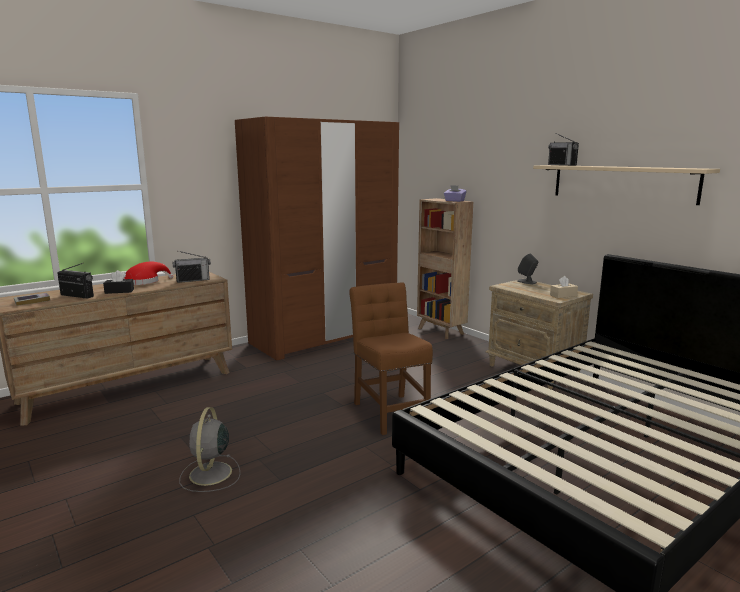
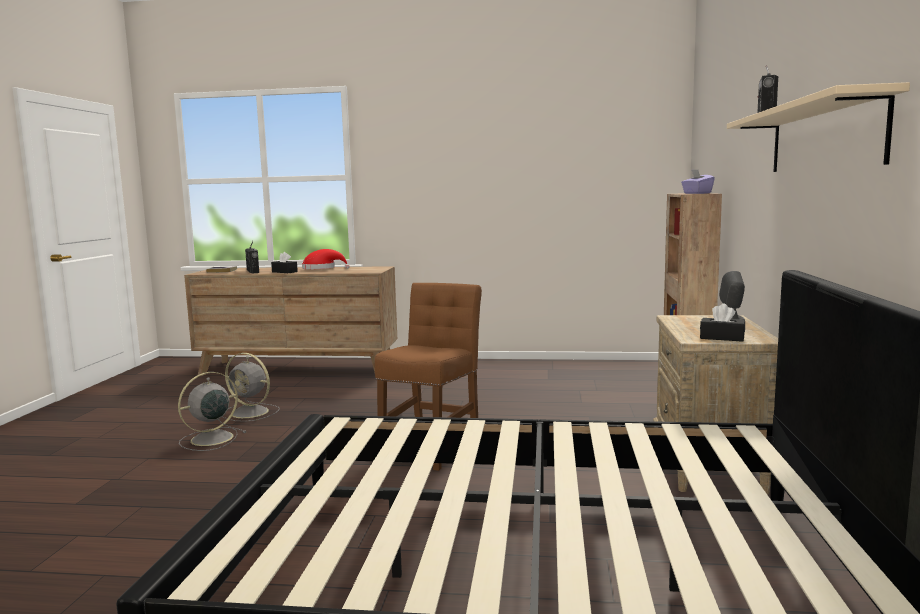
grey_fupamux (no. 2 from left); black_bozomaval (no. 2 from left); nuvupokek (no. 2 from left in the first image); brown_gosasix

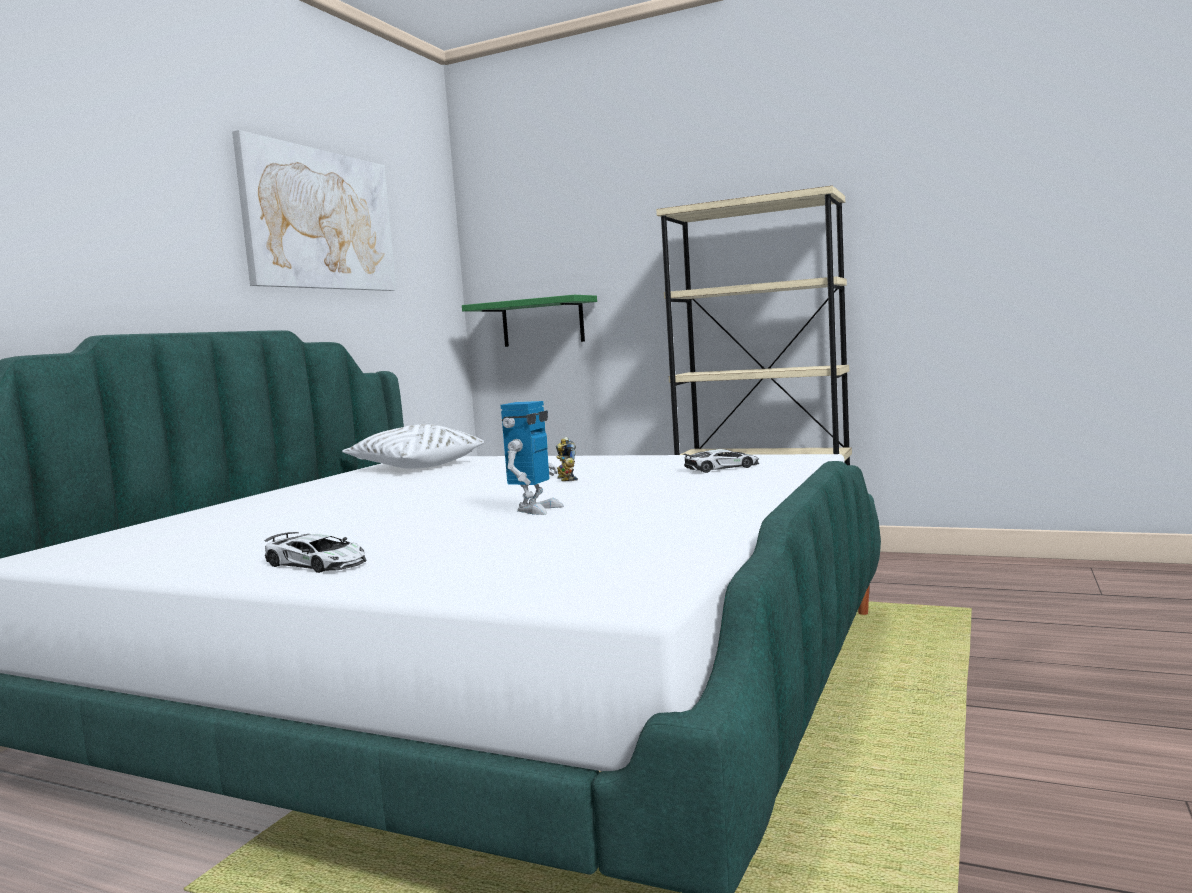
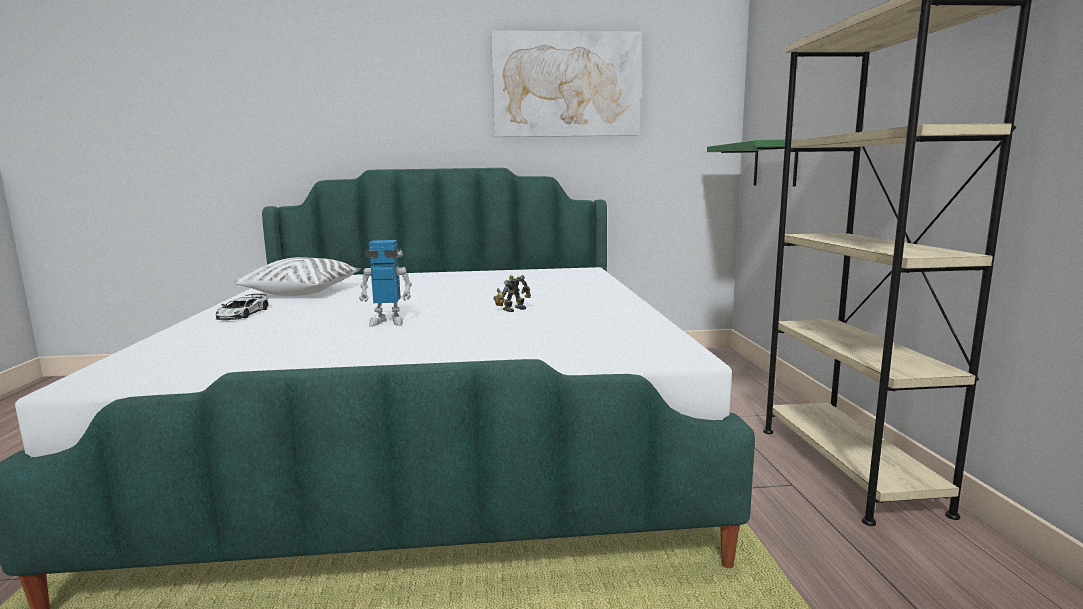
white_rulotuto; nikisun (no. 2 from left in the first image)

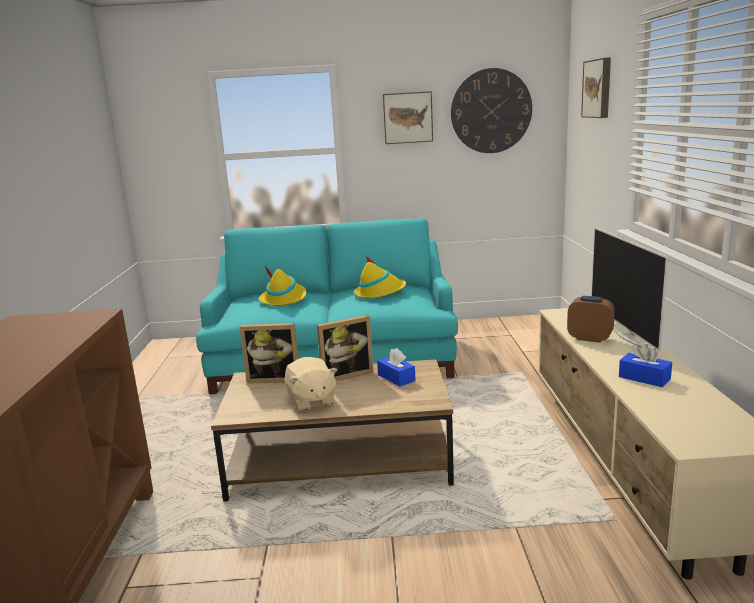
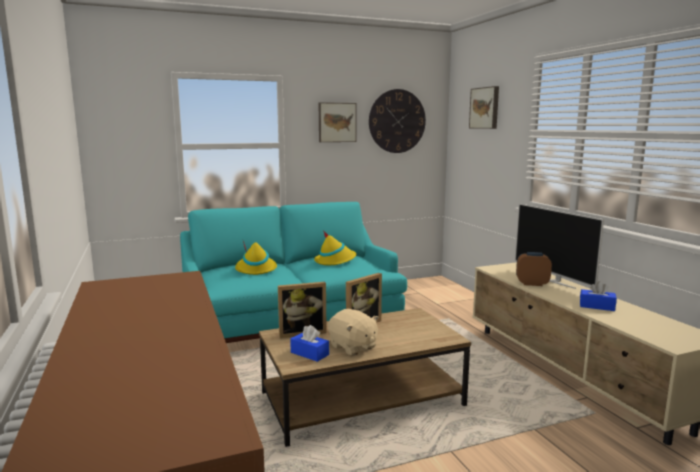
blue_bozomaval (no. 1 from left)

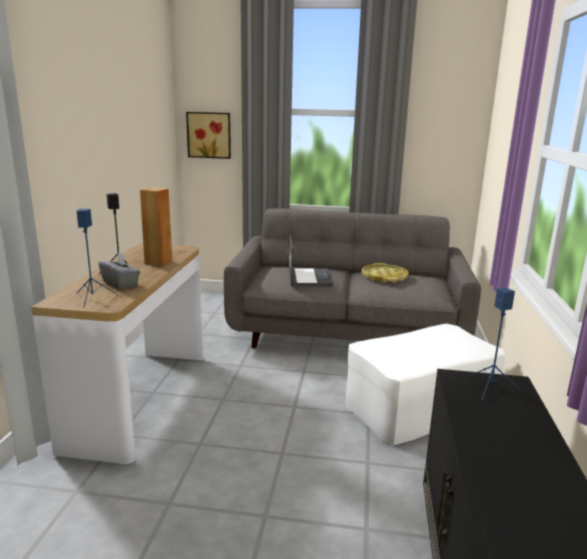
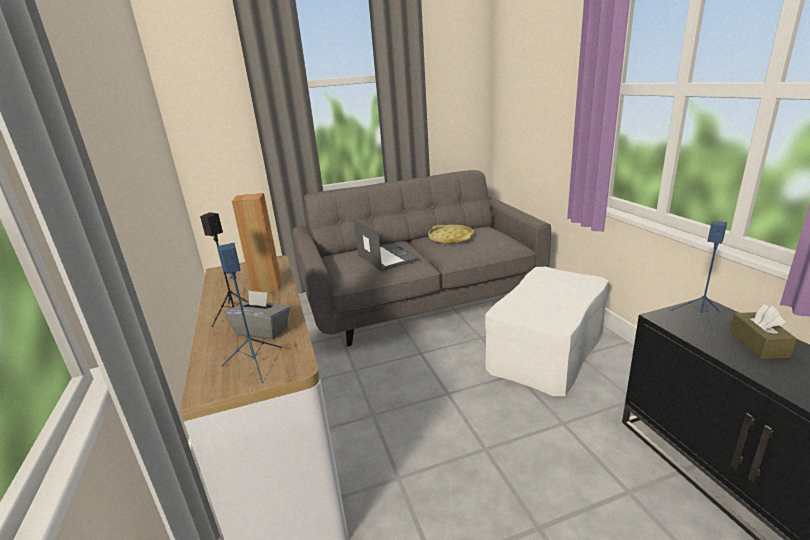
brown_bozomaval; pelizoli

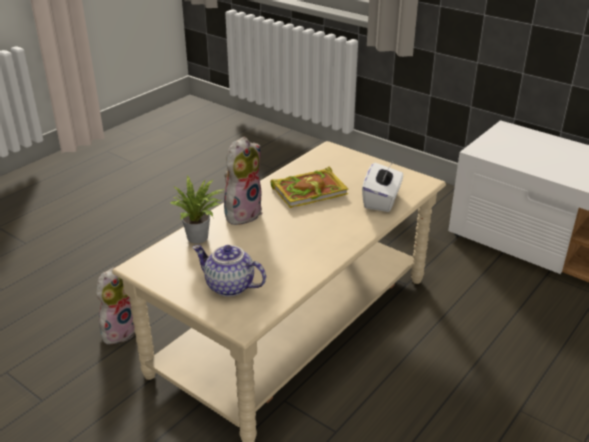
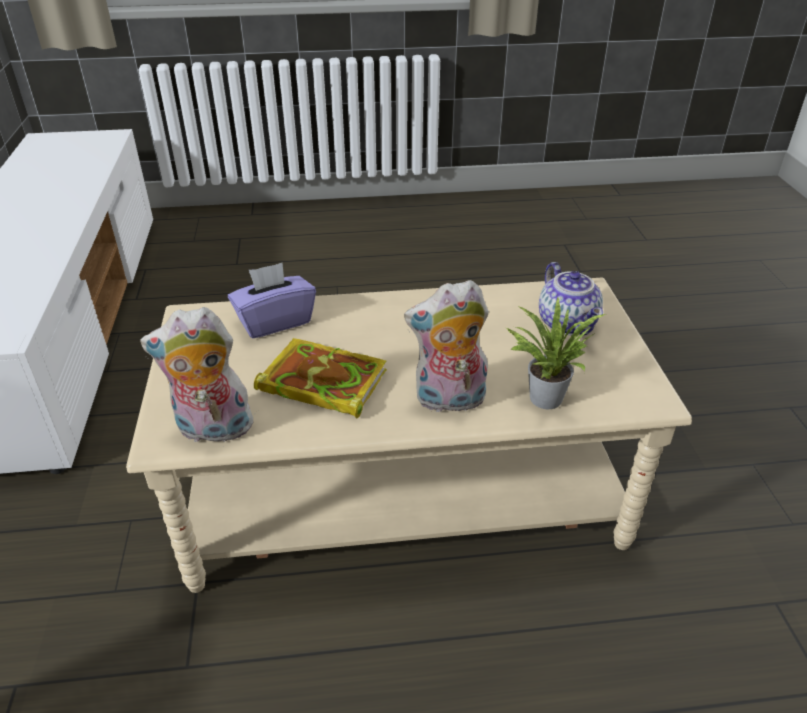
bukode (no. 1 from left); purple_bozomaval

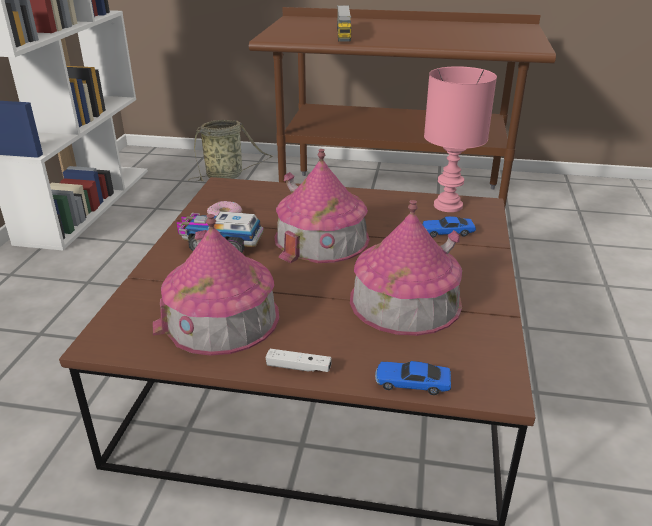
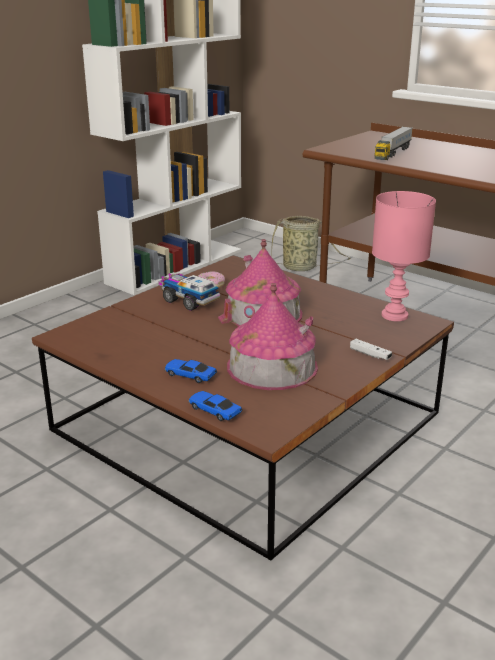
nikisun (no. 1 from left); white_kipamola; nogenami (no. 1 from left in the first image)

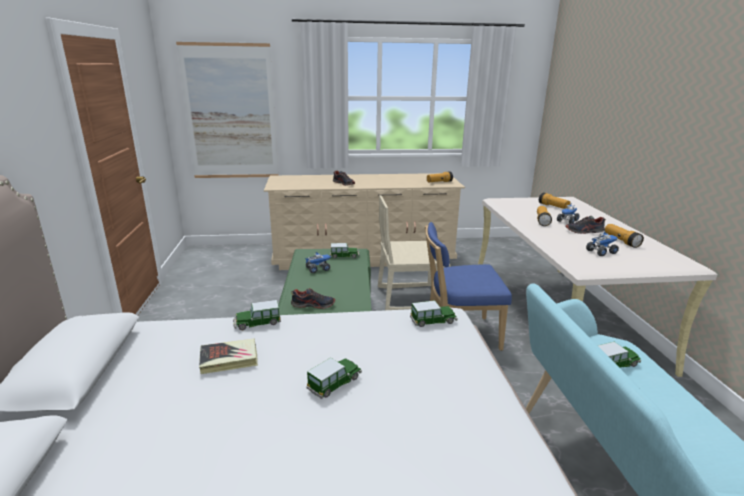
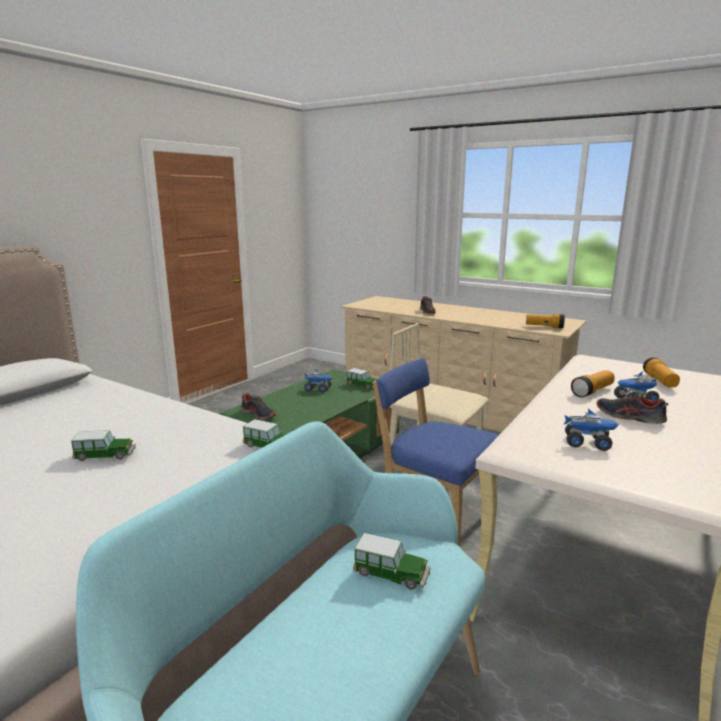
pelizoli; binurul; nikisun (no. 1 from left in the first image); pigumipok (no. 4 from left in the first image)

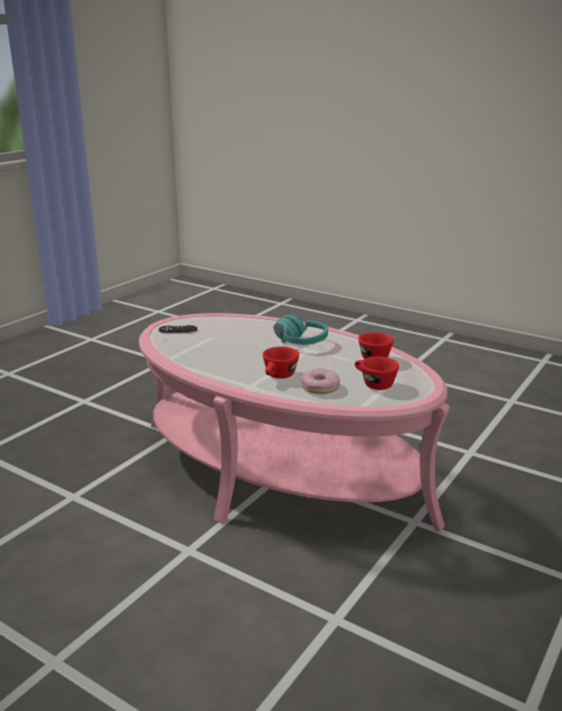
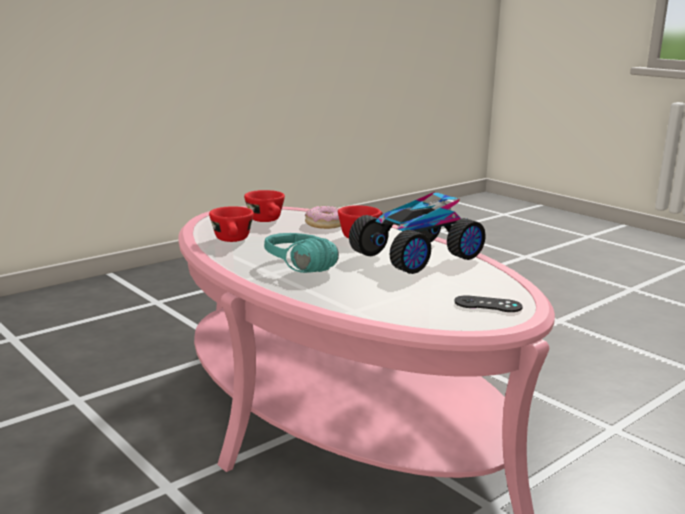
nikisun

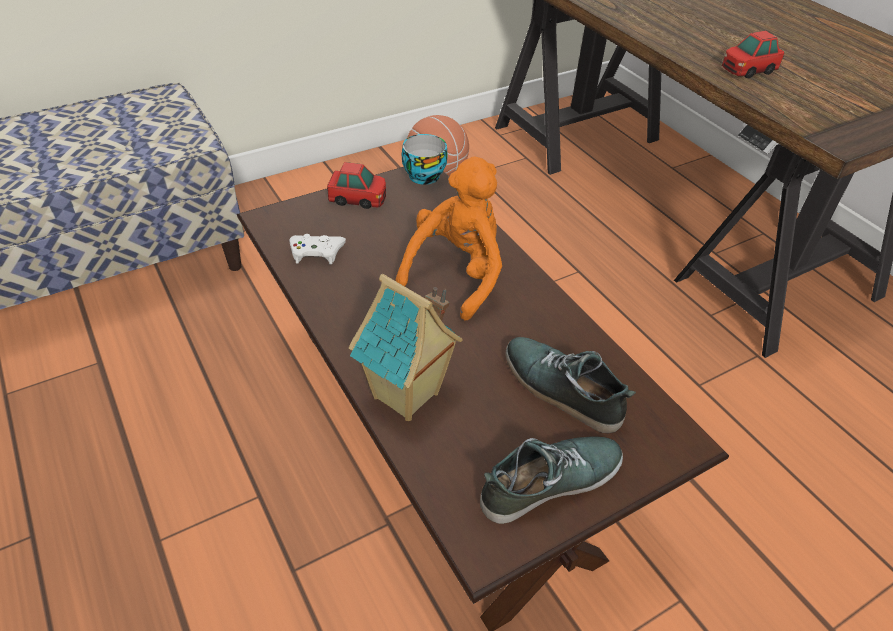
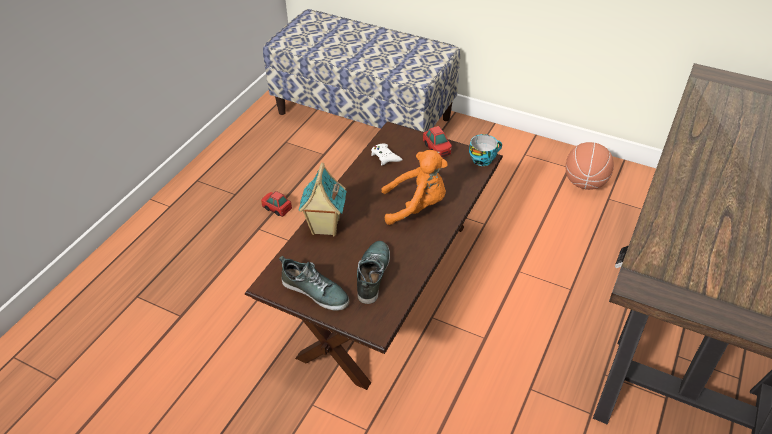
nikisun (no. 1 from left)

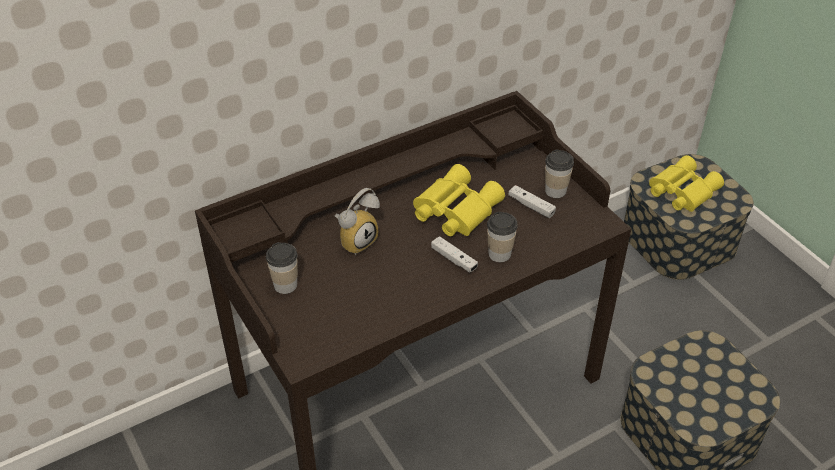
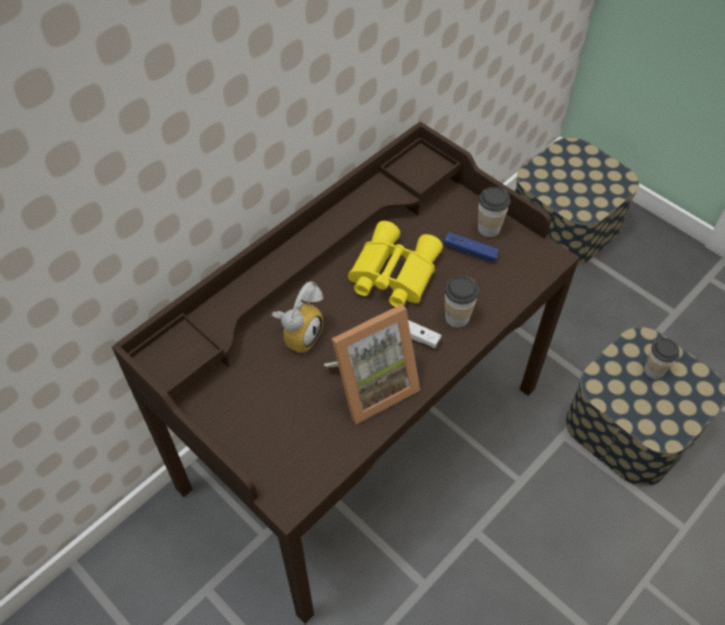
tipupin; blue_kipamola; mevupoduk (no. 3 from left); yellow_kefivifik (no. 2 from left in the first image)

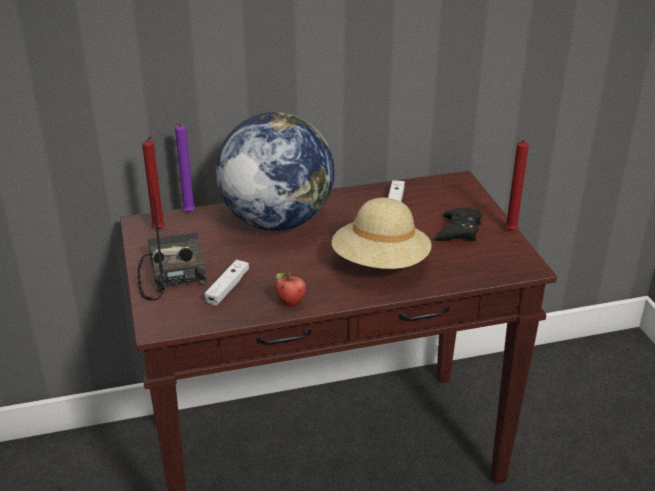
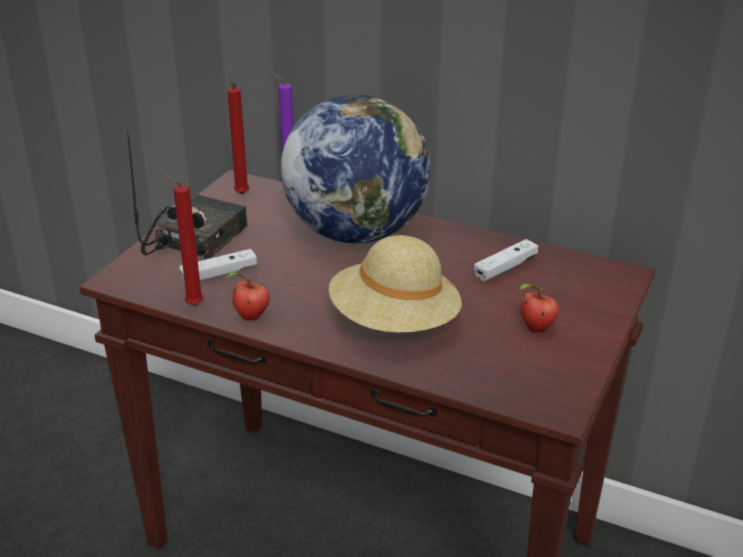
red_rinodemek (no. 1 from left); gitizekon (no. 2 from left)

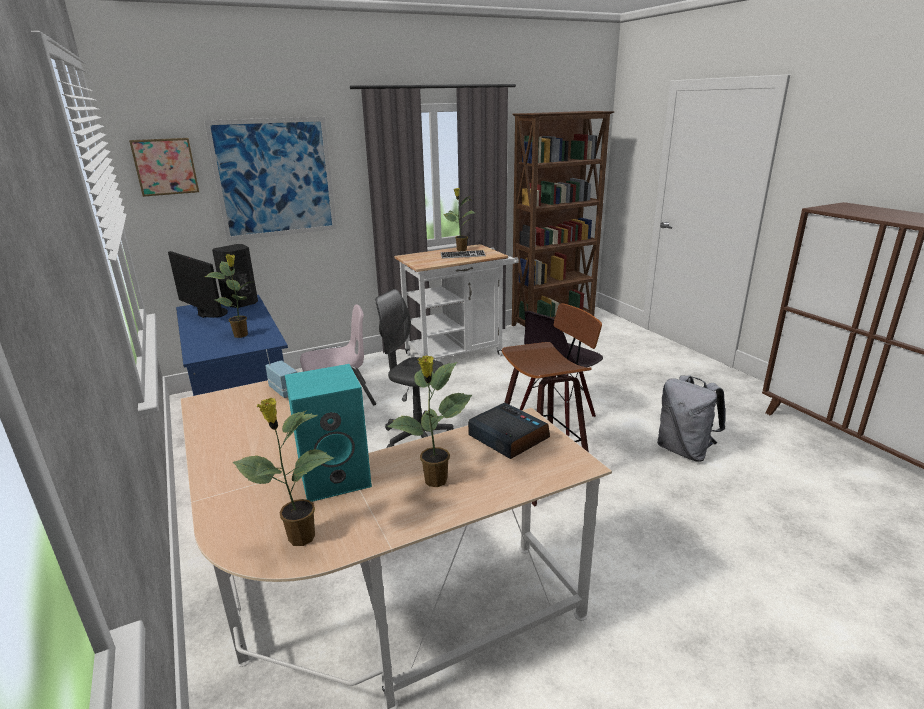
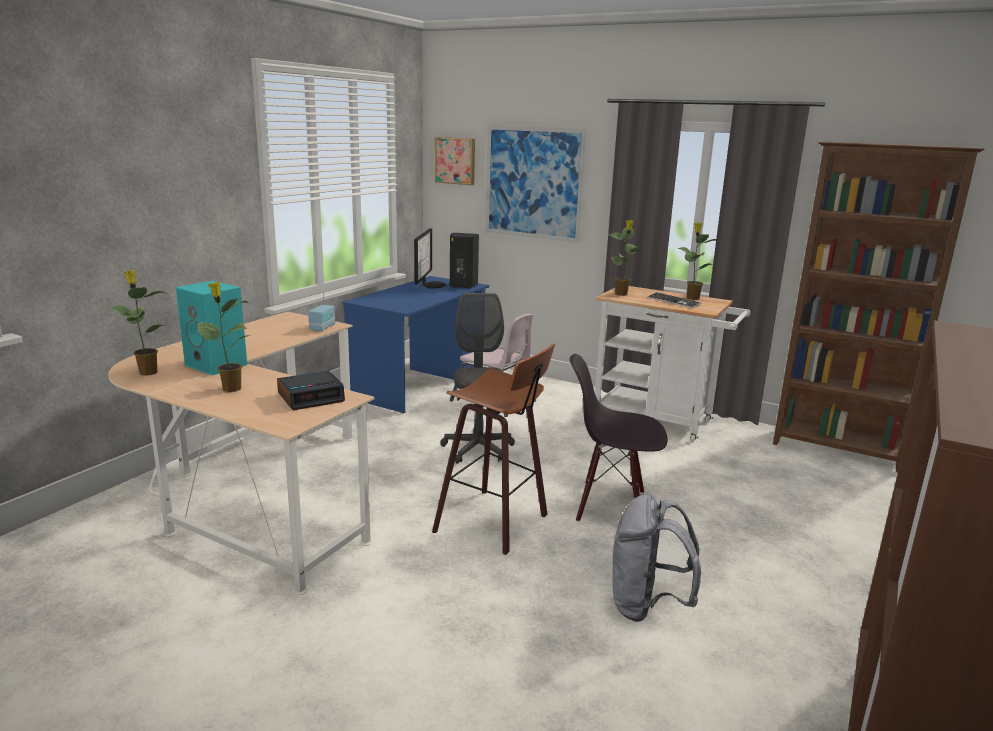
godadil; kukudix (no. 3 from left)

